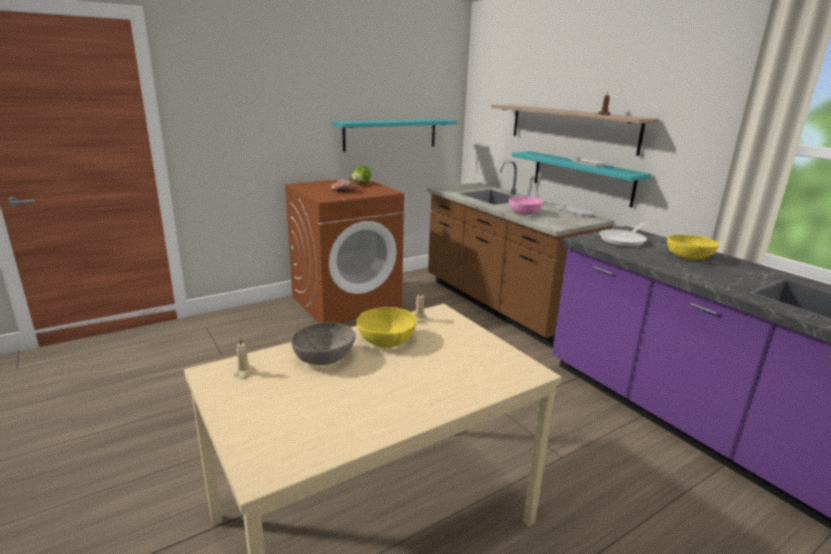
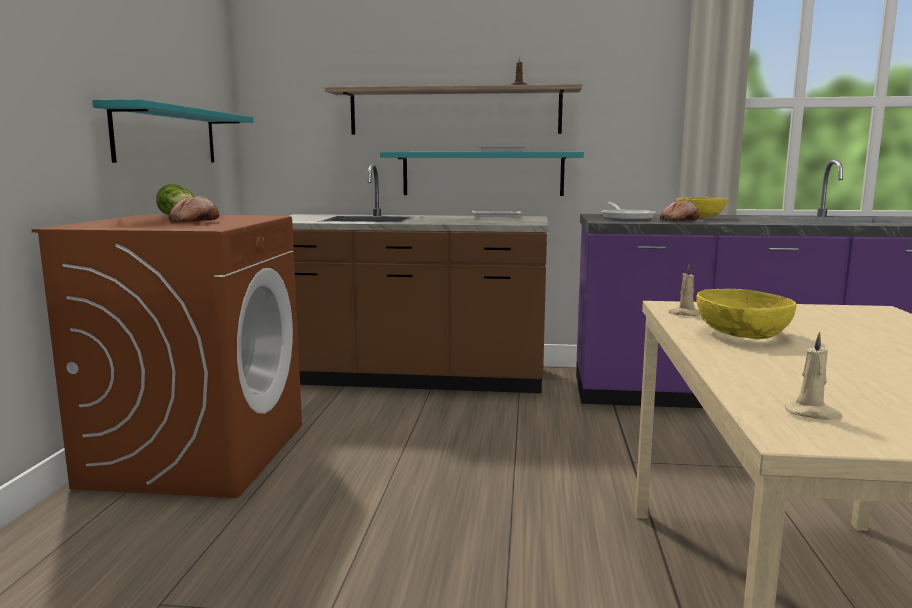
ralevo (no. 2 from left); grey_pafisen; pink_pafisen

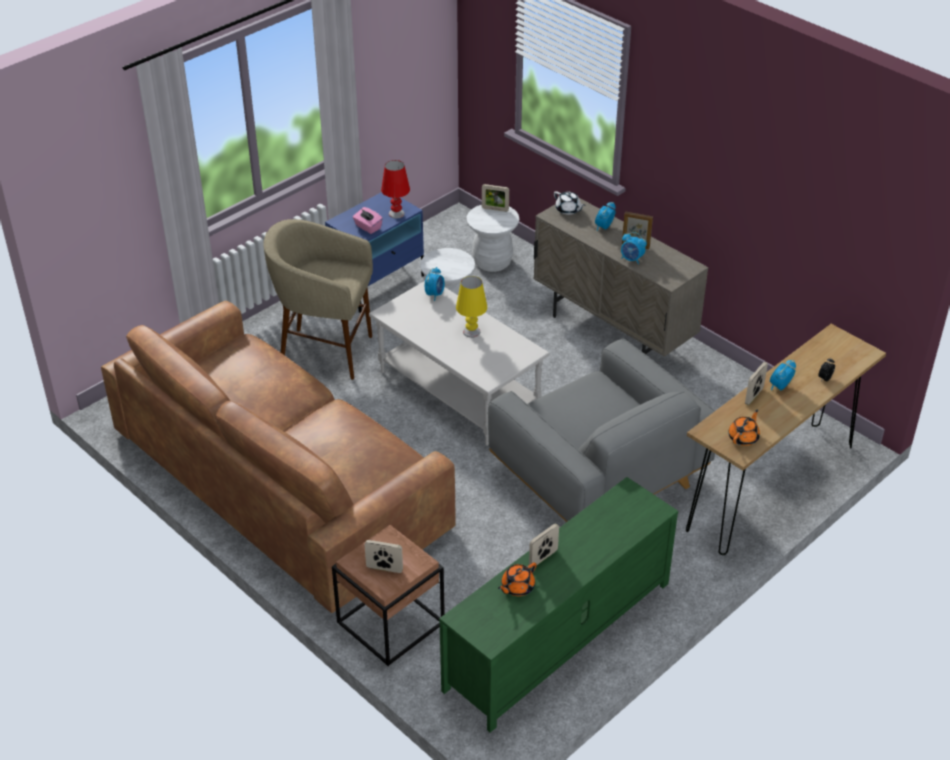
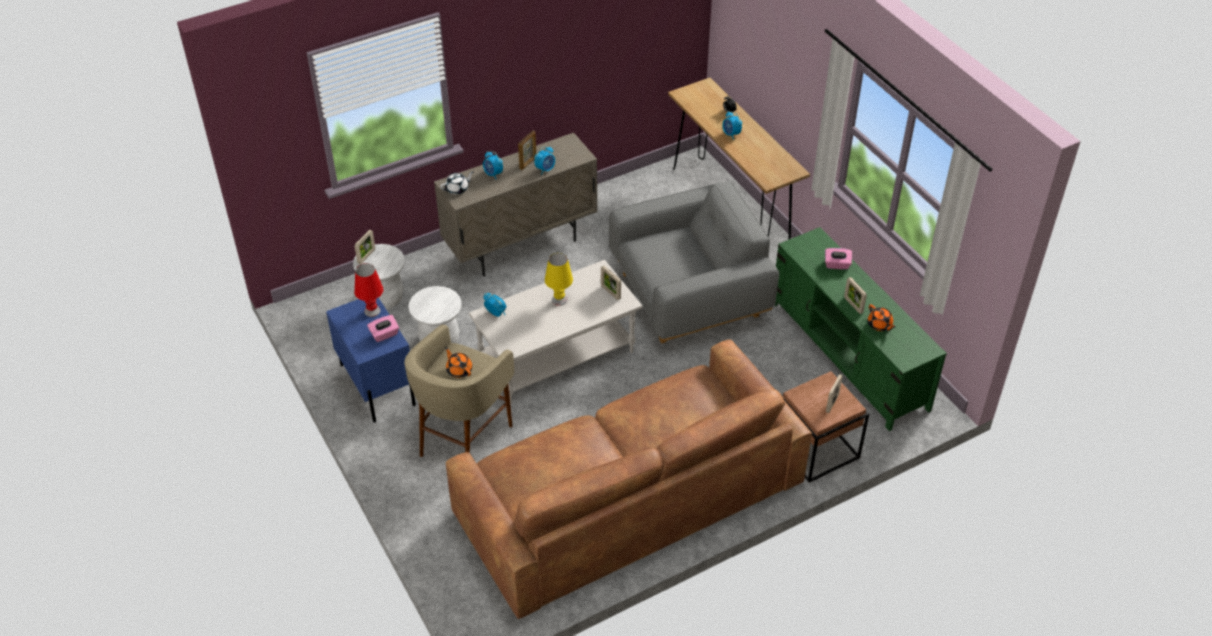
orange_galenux (no. 1 from left); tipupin (no. 3 from left); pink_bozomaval (no. 2 from left)

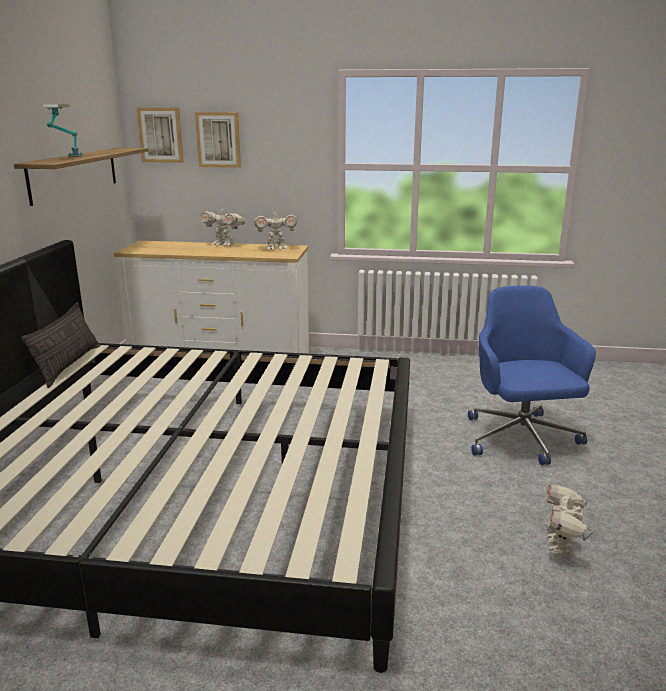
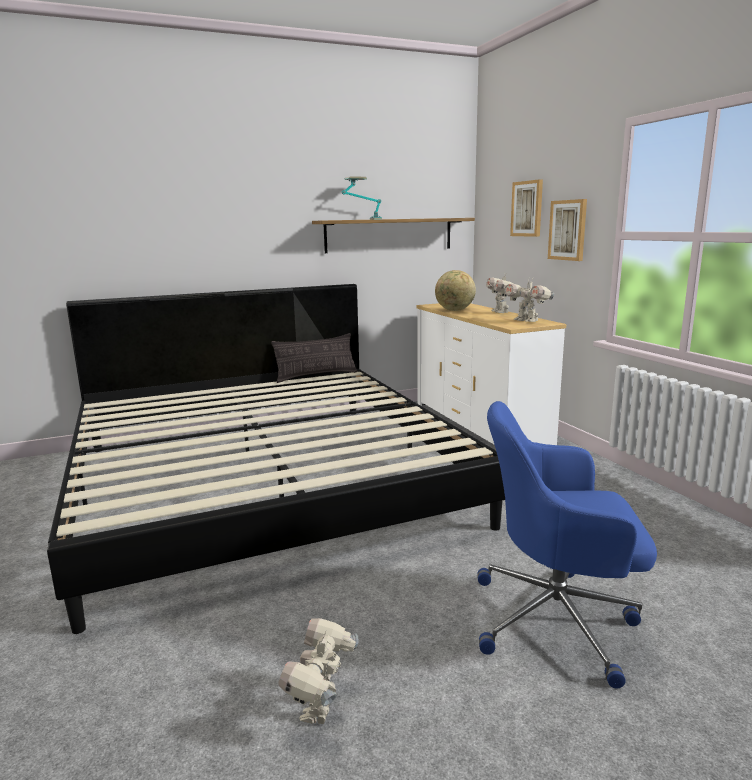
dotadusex (no. 1 from left); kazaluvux; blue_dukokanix; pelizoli (no. 2 from left)

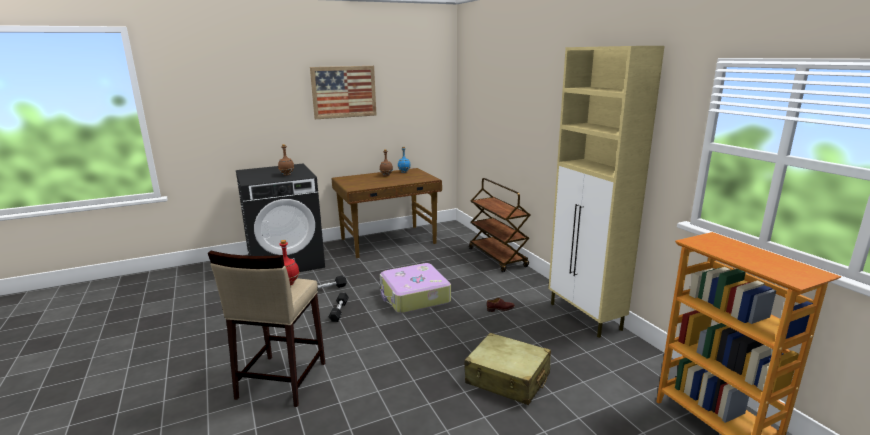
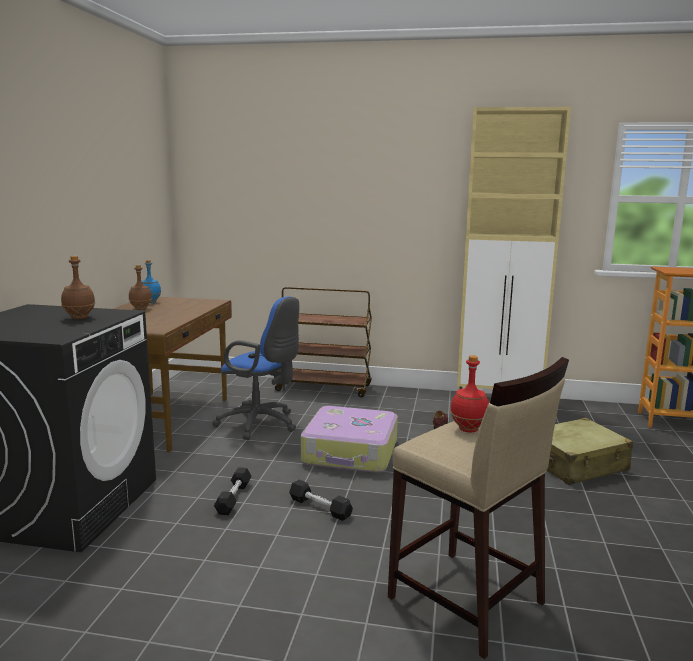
blue_dukokanix; pelizoli

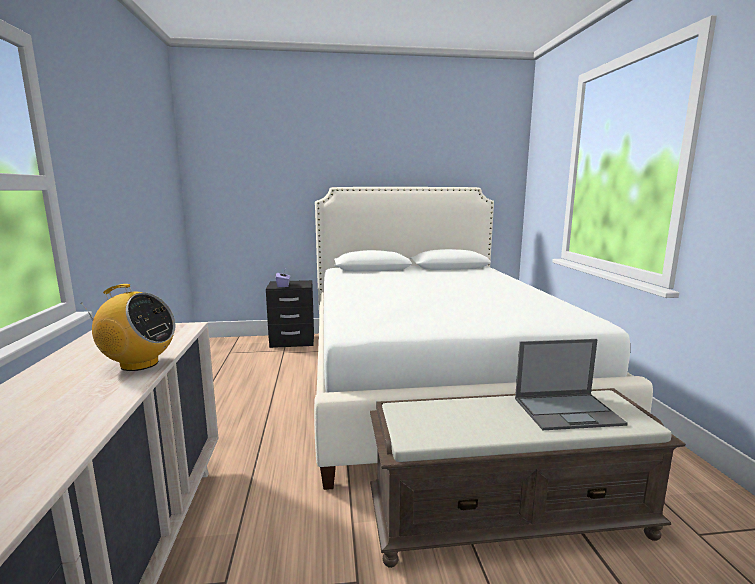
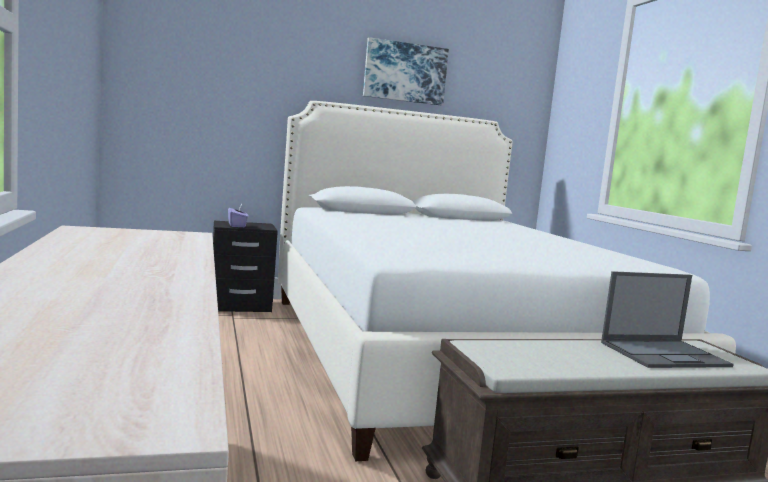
pelizoli; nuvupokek

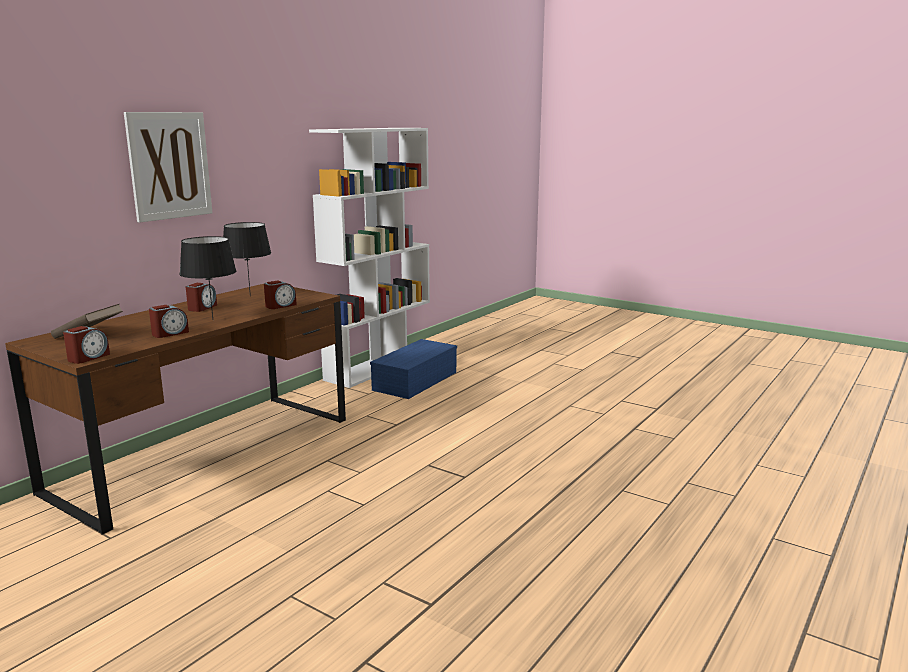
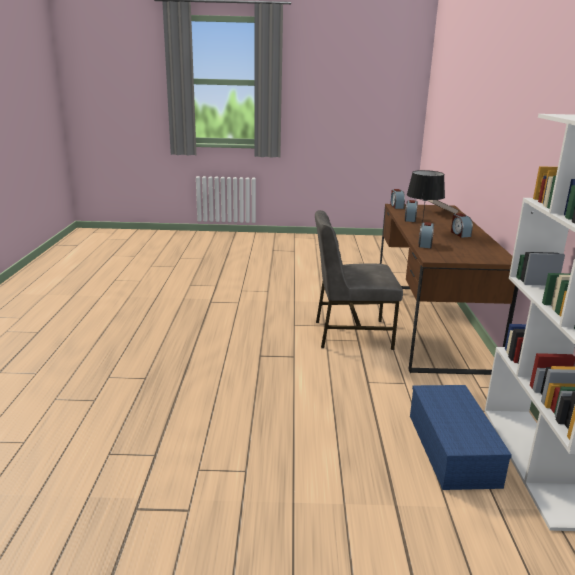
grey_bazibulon; pelizoli; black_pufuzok (no. 2 from left in the first image)

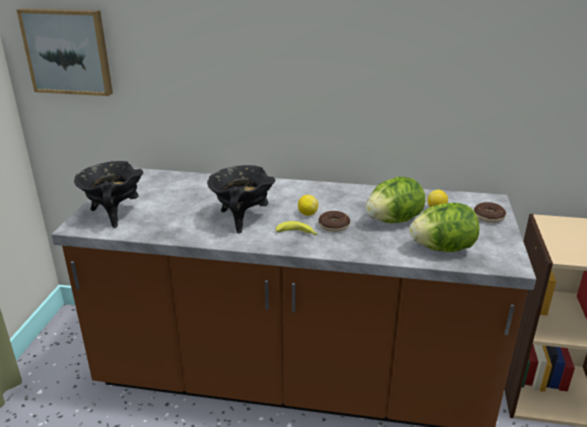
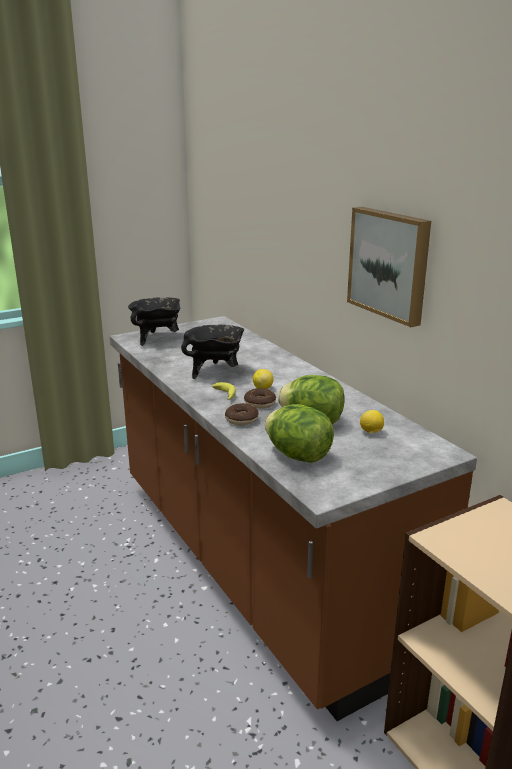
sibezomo (no. 1 from left); pelizoli

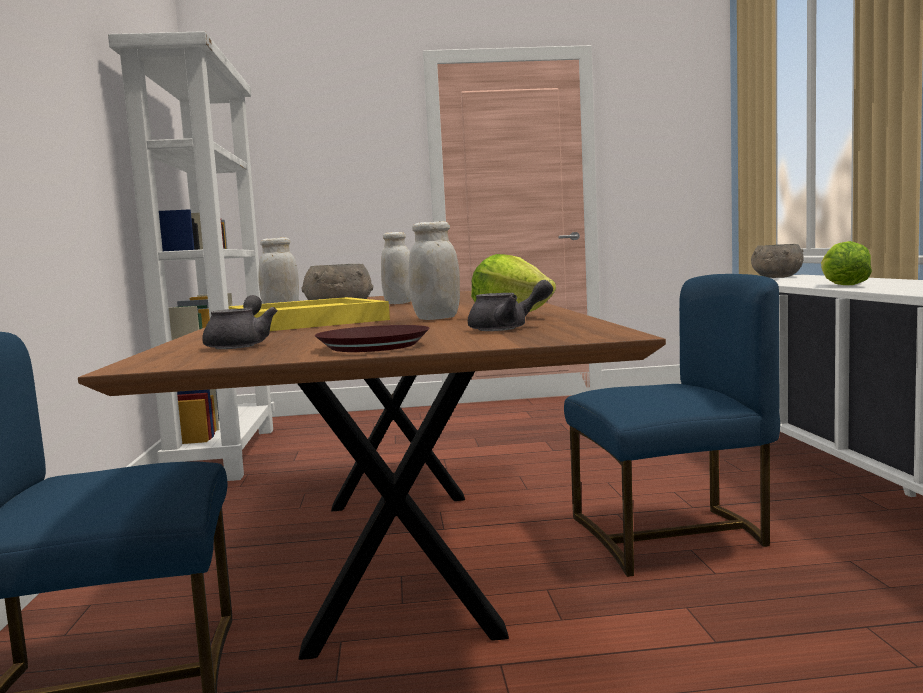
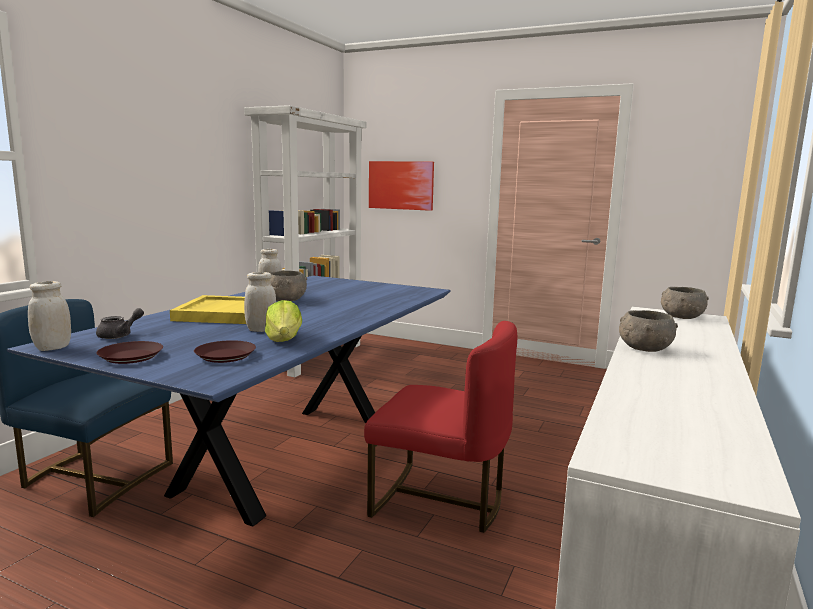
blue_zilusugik; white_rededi (no. 1 from left); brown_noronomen (no. 2 from left); red_bazibulon; pelizoli; grey_pafisen (no. 2 from left)

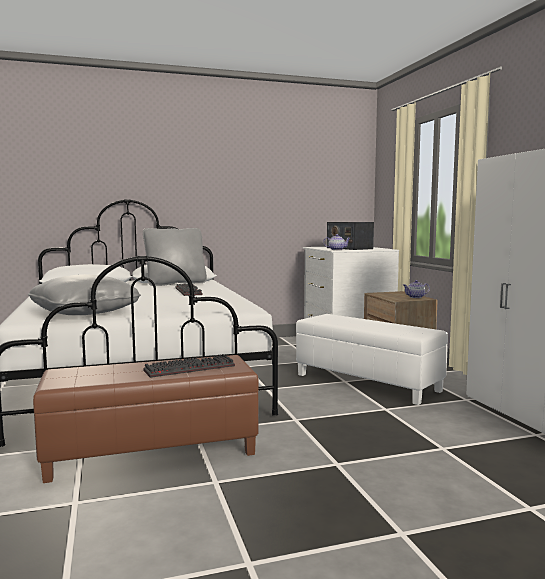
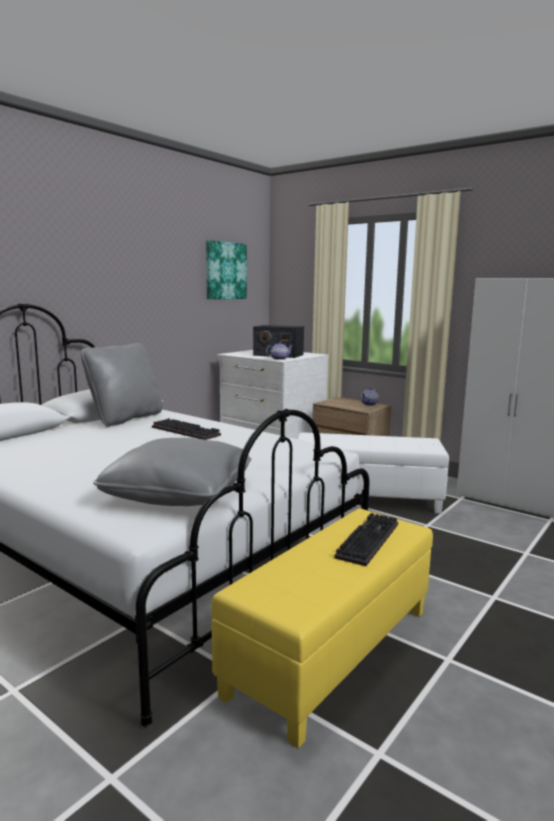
pelizoli; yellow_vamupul

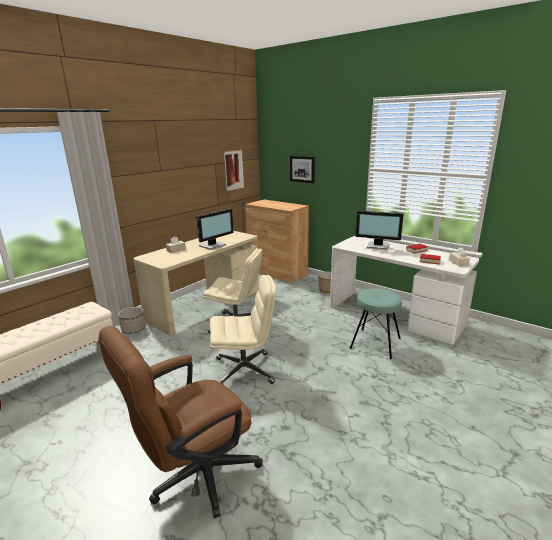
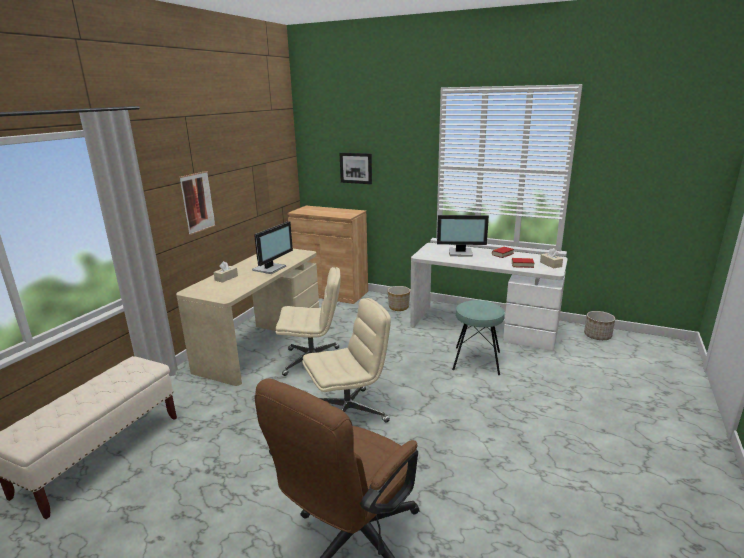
pelizoli (no. 1 from left); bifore (no. 2 from left)

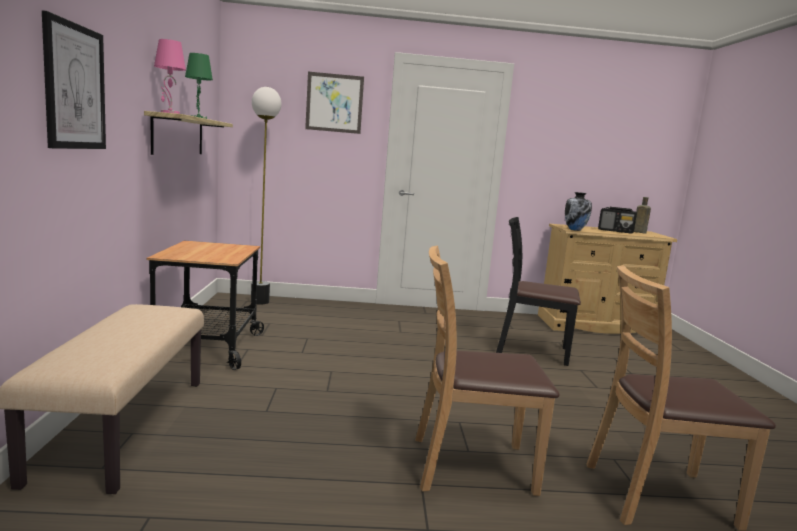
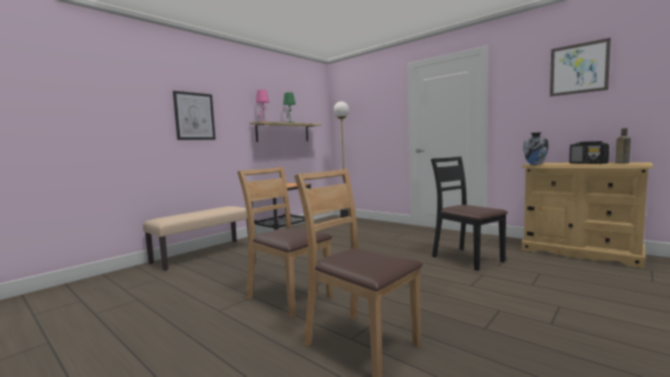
pelizoli (no. 2 from left)

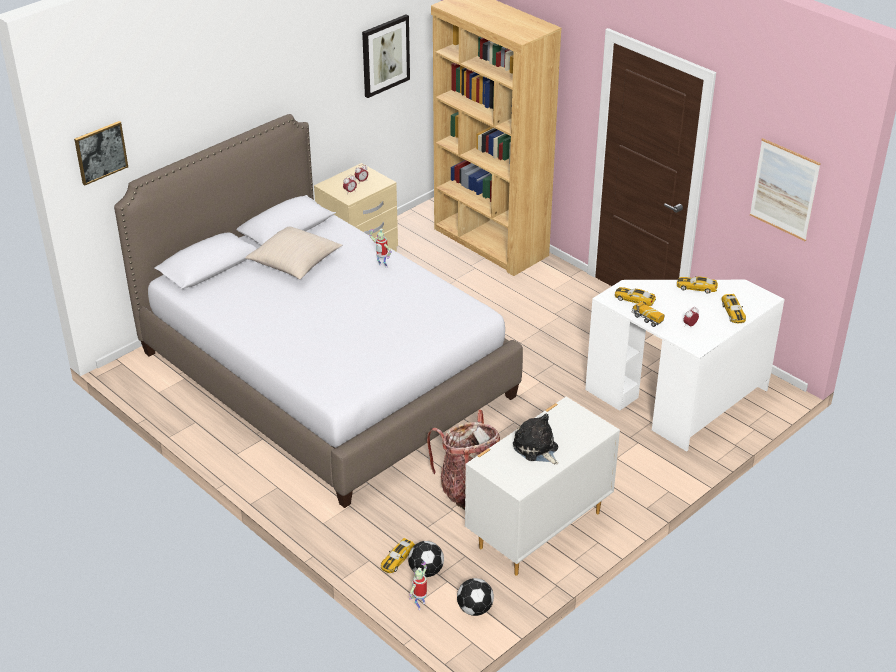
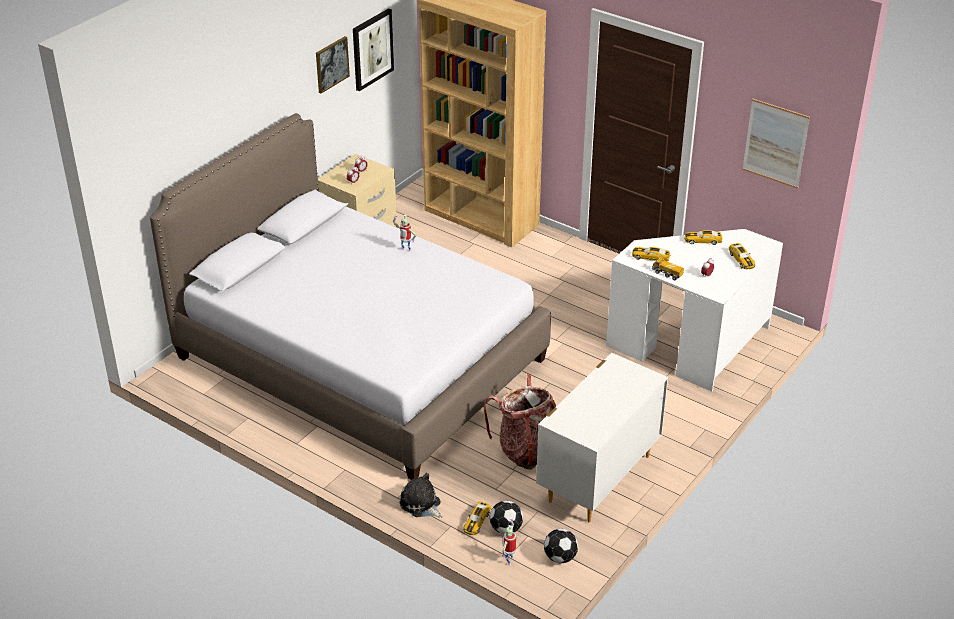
pelizoli (no. 1 from left); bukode; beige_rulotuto

